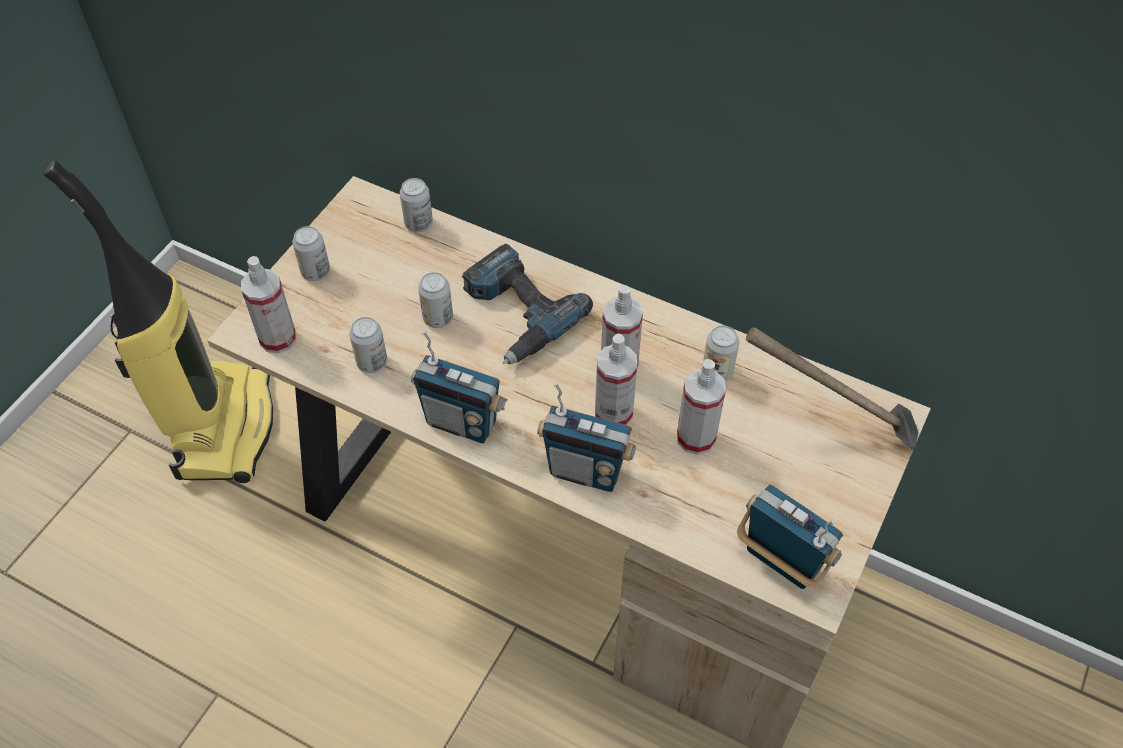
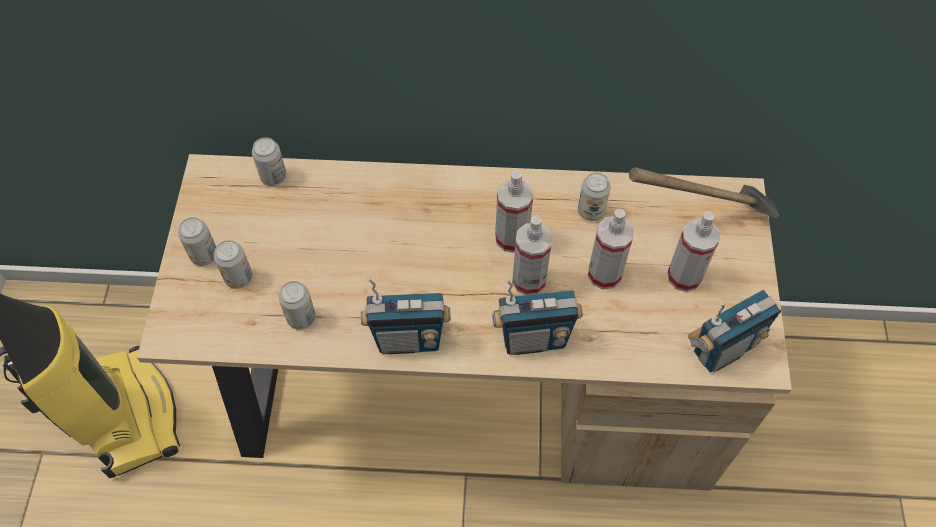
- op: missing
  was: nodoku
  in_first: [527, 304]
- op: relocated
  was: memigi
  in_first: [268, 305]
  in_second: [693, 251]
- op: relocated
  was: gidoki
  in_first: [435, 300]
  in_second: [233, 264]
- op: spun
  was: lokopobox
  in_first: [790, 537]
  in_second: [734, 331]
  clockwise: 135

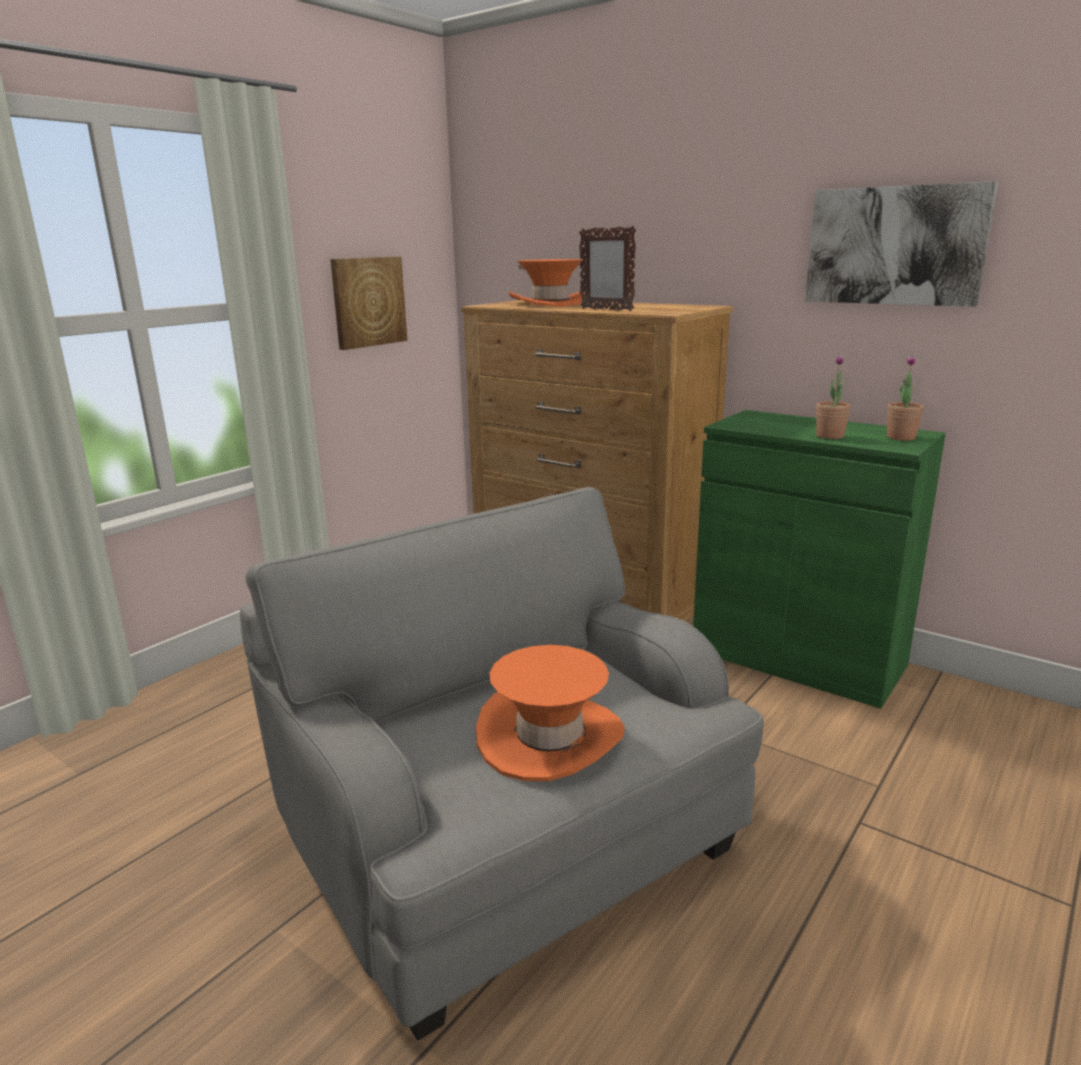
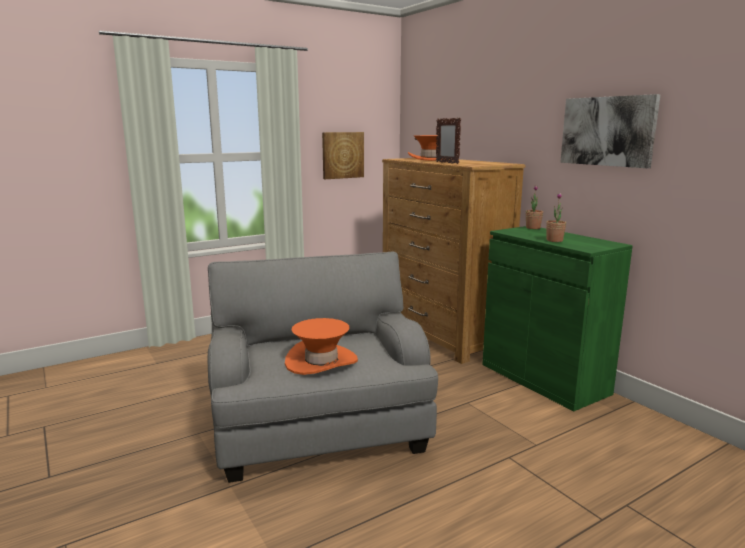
- op: relocated
  was: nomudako
  in_first: [905, 398]
  in_second: [534, 207]

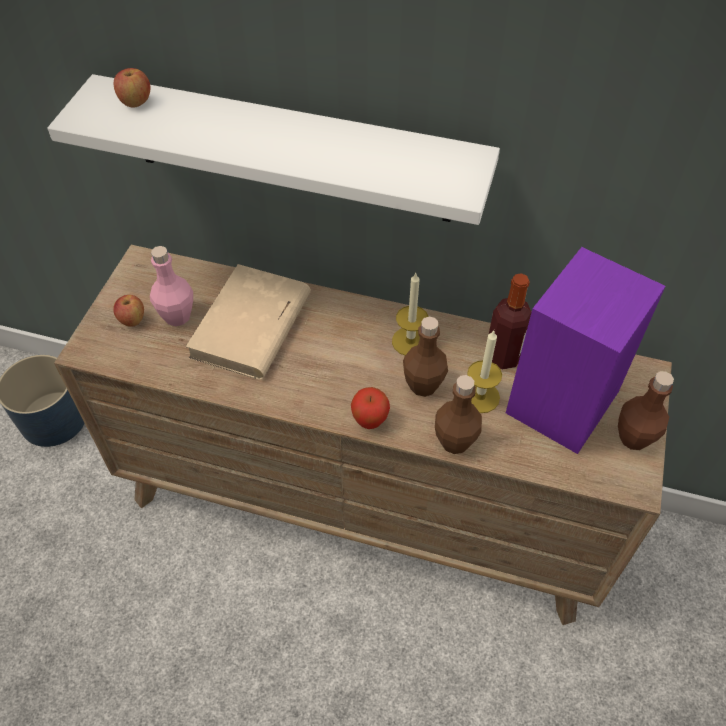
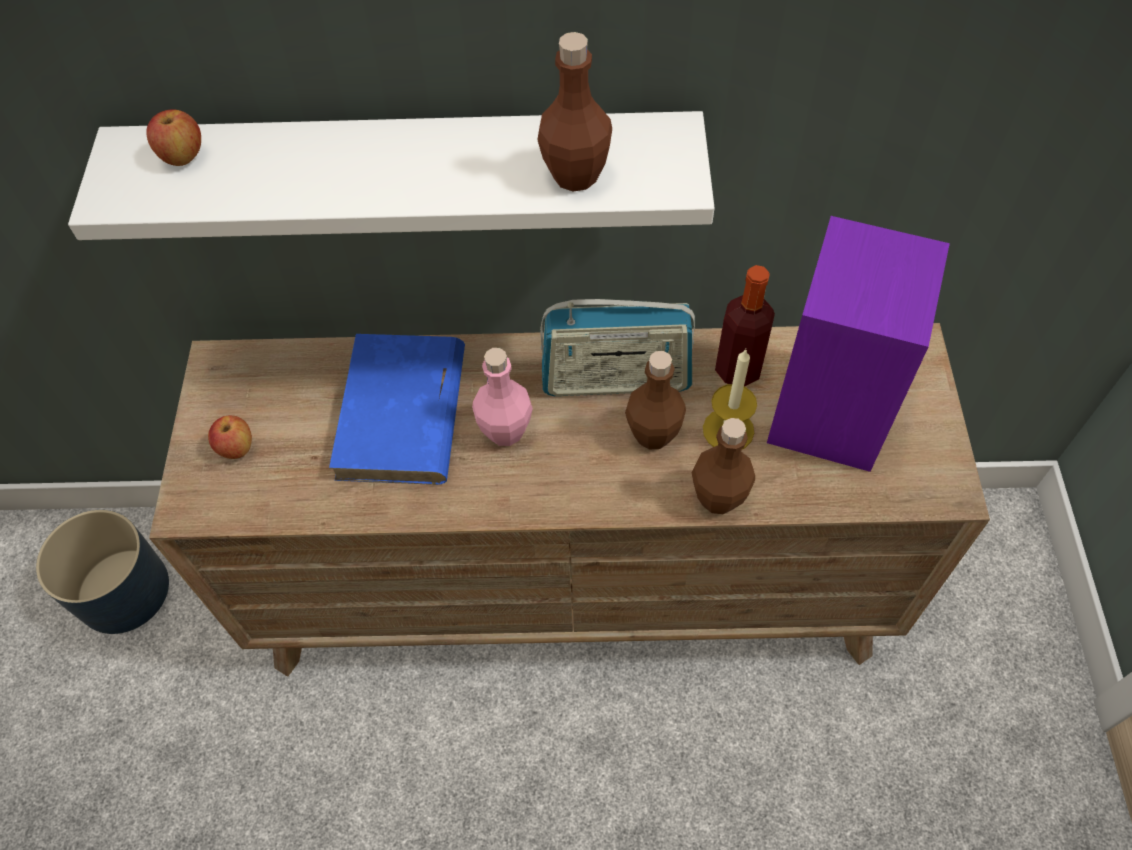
- op: relocated
  was: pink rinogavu
  in_first: [171, 286]
  in_second: [502, 397]
- op: colour
  was: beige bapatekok
  now: blue bapatekok
  in_first: [248, 322]
  in_second: [397, 409]
- op: exchanged
  was: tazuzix
  now: lokopobox
  in_first: [410, 314]
  in_second: [617, 347]
- op: relocated
  was: brown rinogavu
  in_first: [646, 410]
  in_second: [574, 112]
- op: missing
  was: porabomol
  in_first: [370, 408]

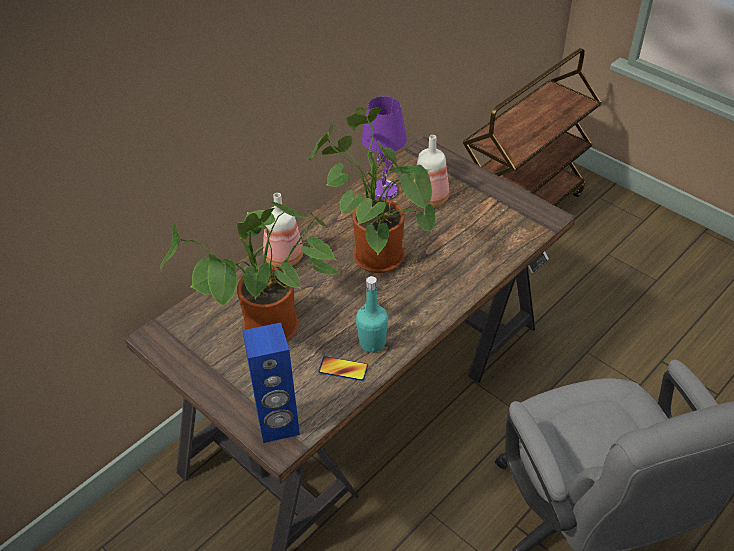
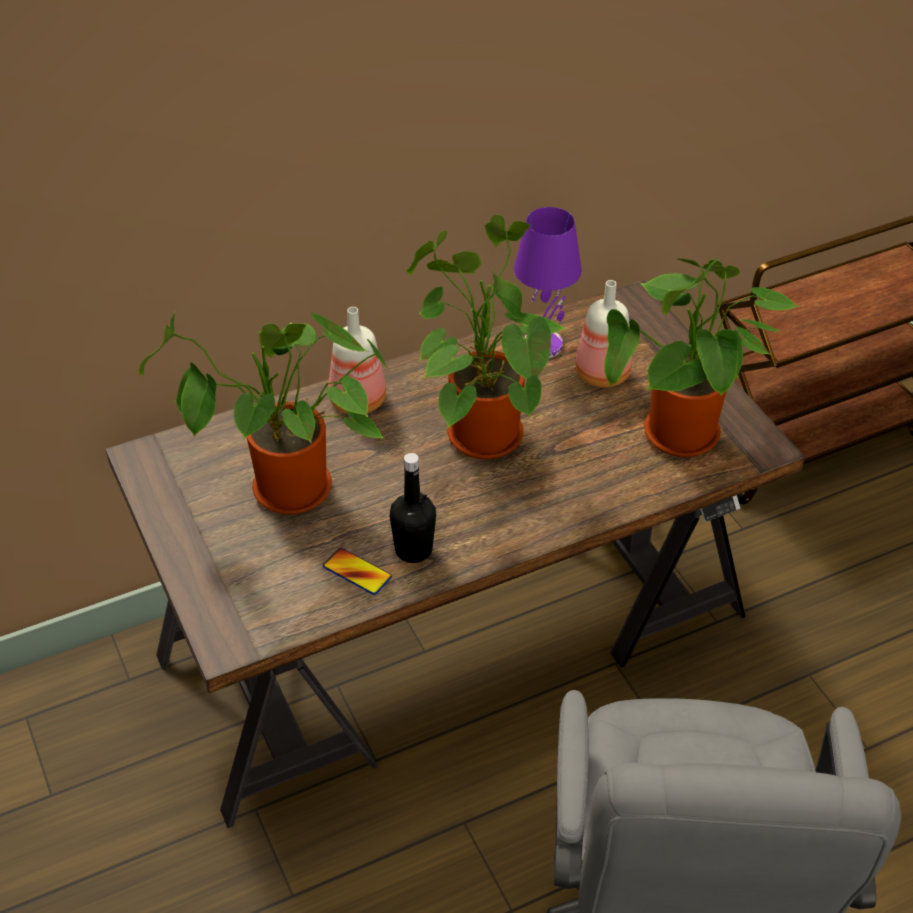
- op: colour
  was: turquoise rinogavu
  now: black rinogavu
  in_first: [372, 314]
  in_second: [412, 508]
- op: missing
  was: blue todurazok
  in_first: [271, 382]
- op: appeared
  now: nomudako
  in_second: [702, 357]

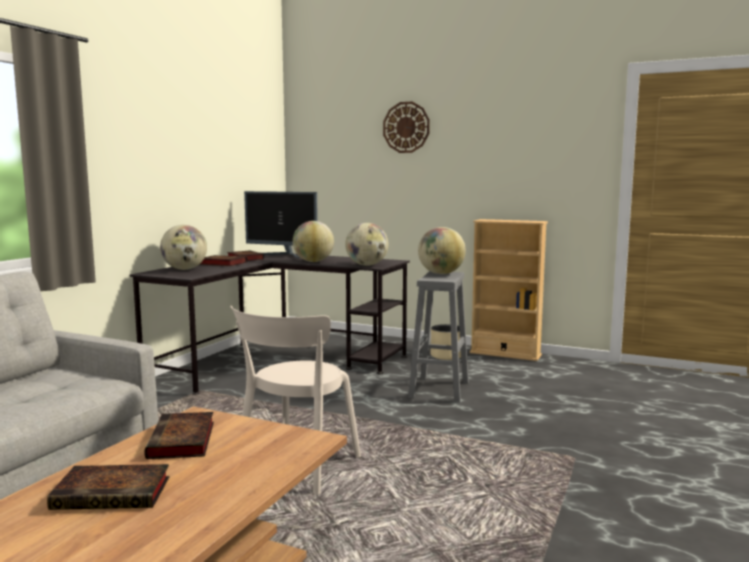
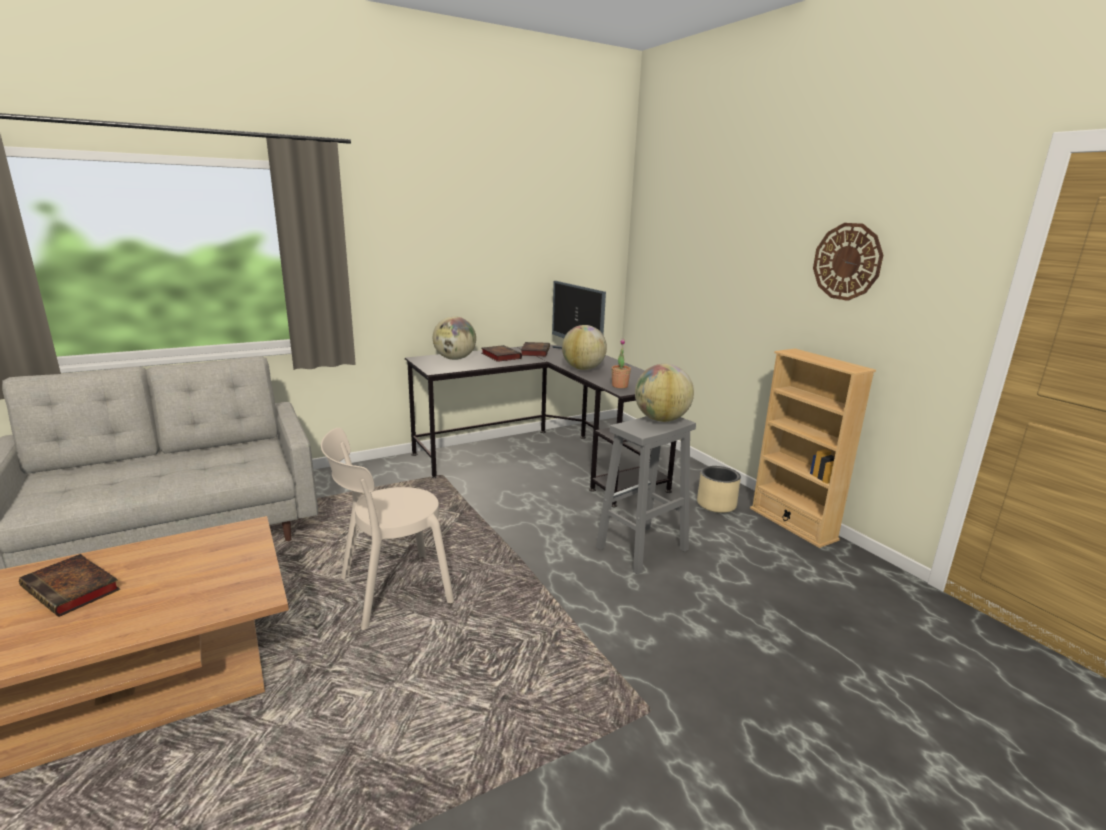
- op: relocated
  was: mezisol
  in_first: [406, 127]
  in_second: [848, 262]
- op: exchanged
  was: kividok
  now: nomudako
  in_first: [366, 244]
  in_second: [621, 363]
- op: missing
  was: bapatekok
  in_first: [179, 435]

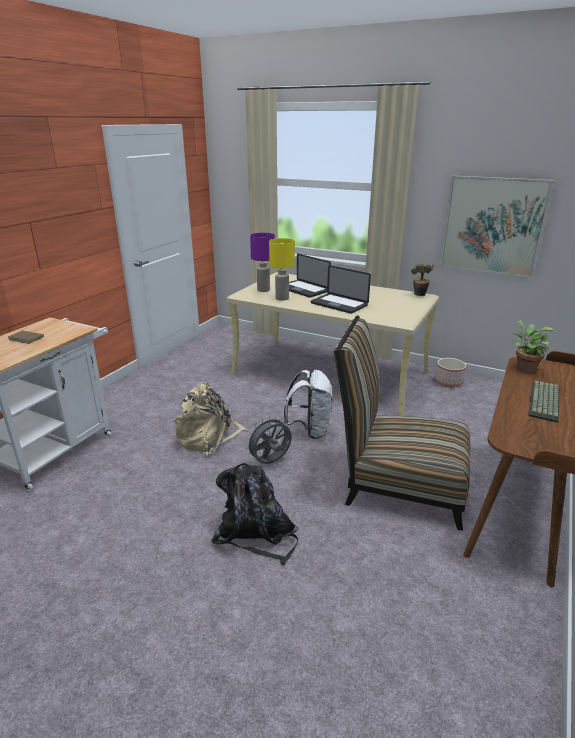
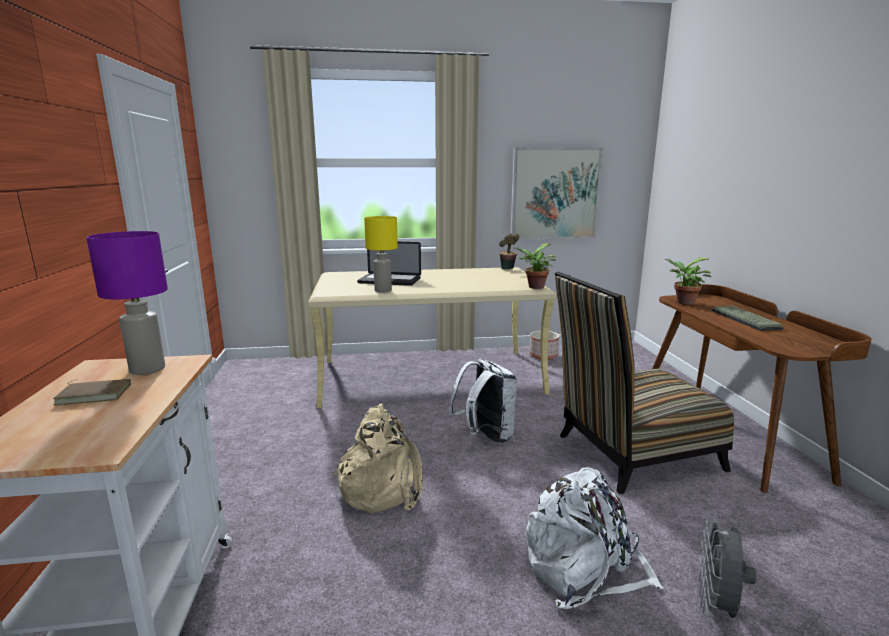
- op: relocated
  was: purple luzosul
  in_first: [262, 262]
  in_second: [127, 303]
- op: missing
  was: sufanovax
  in_first: [341, 289]
- op: relocated
  was: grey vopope
  in_first: [268, 440]
  in_second: [728, 567]
- op: colour
  was: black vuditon
  now: white vuditon
  in_first: [255, 514]
  in_second: [595, 538]
- op: appeared
  now: nomudako
  in_second: [536, 266]

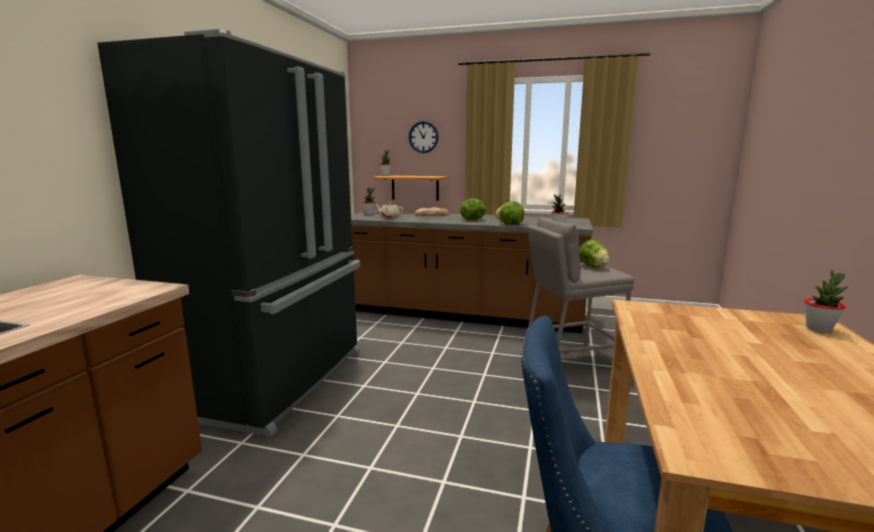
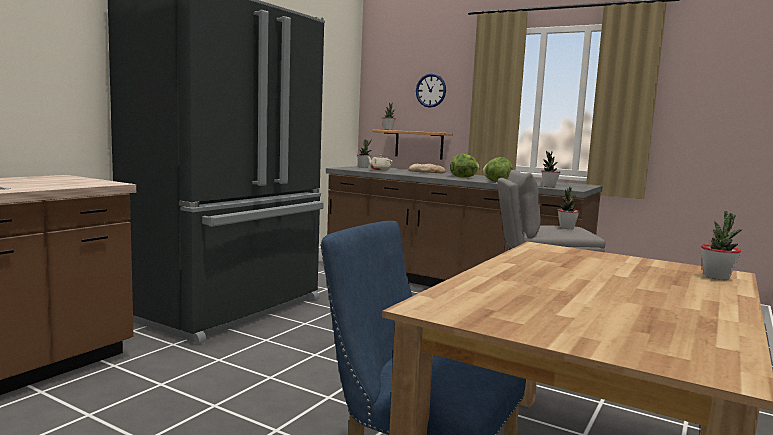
- op: exchanged
  was: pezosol
  now: nomudako
  in_first: [594, 253]
  in_second: [569, 208]

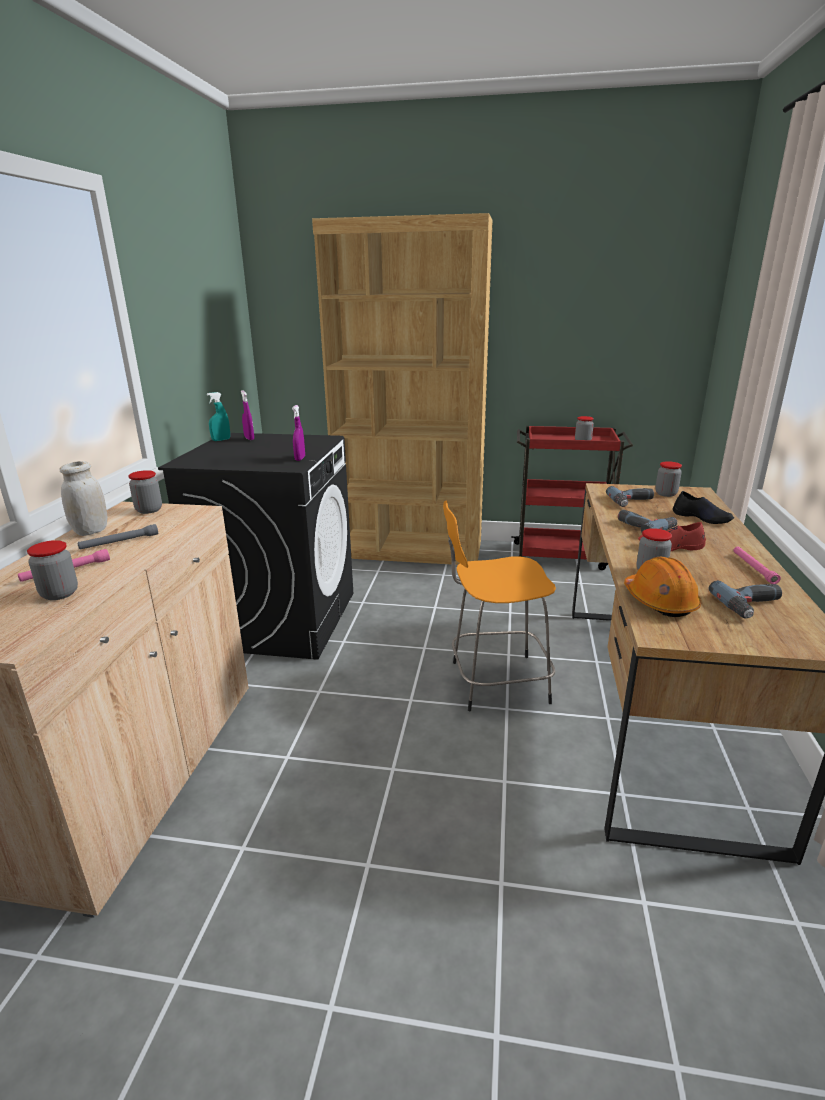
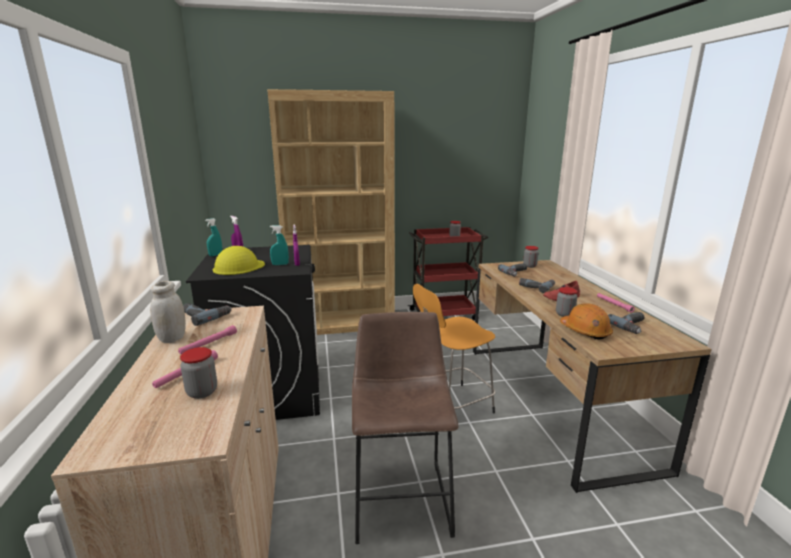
- op: exchanged
  was: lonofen
  now: nodoku
  in_first: [145, 492]
  in_second: [207, 314]
- op: missing
  was: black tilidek
  in_first: [703, 507]
- op: colour
  was: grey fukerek
  now: pink fukerek
  in_first: [118, 537]
  in_second: [207, 339]
- op: appeared
  now: turquoise memigi
  in_second: [279, 245]
- op: appeared
  now: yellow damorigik
  in_second: [239, 260]
- op: appeared
  now: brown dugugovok
  in_second: [405, 428]

